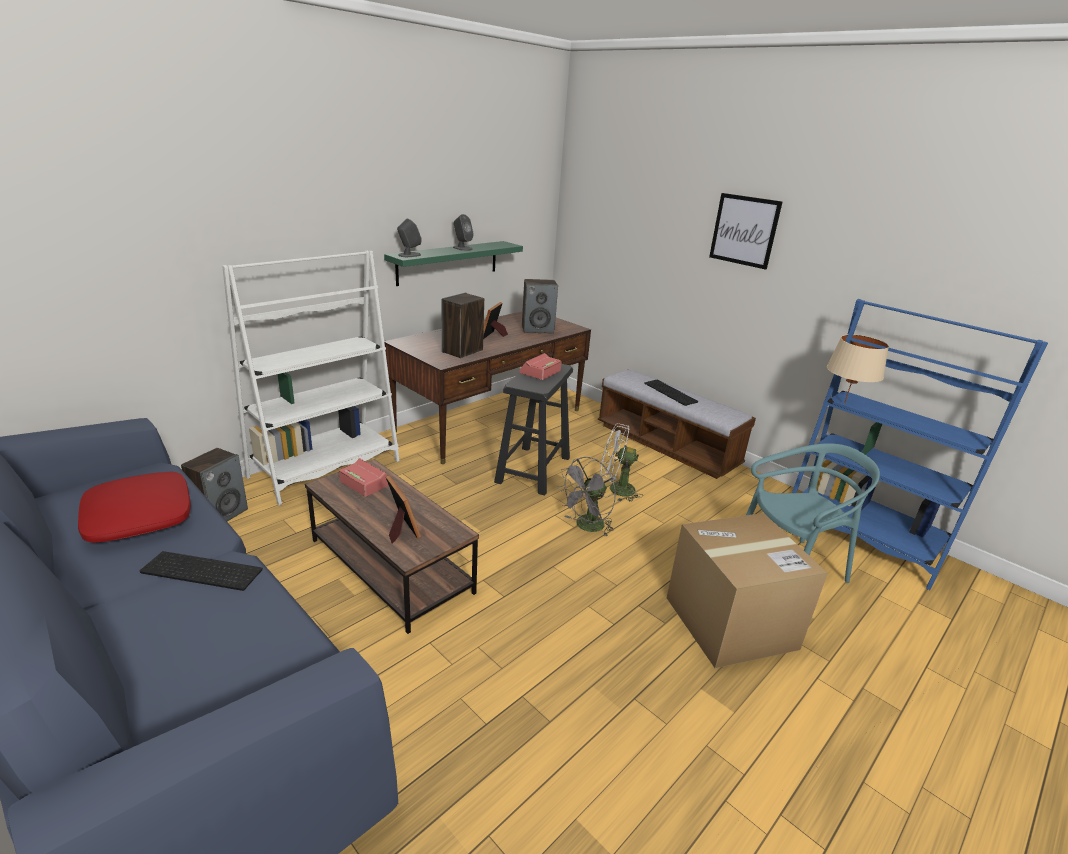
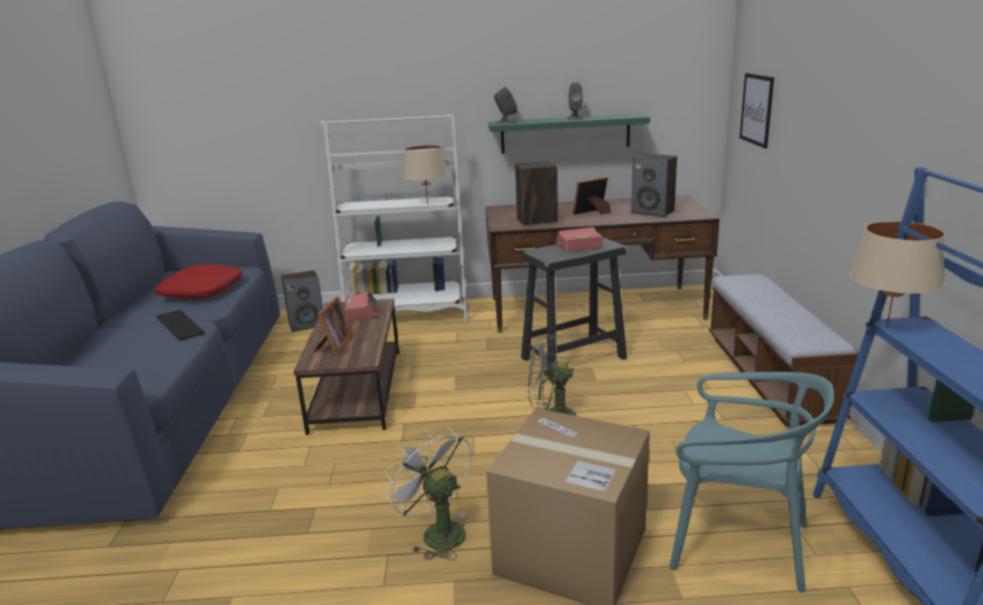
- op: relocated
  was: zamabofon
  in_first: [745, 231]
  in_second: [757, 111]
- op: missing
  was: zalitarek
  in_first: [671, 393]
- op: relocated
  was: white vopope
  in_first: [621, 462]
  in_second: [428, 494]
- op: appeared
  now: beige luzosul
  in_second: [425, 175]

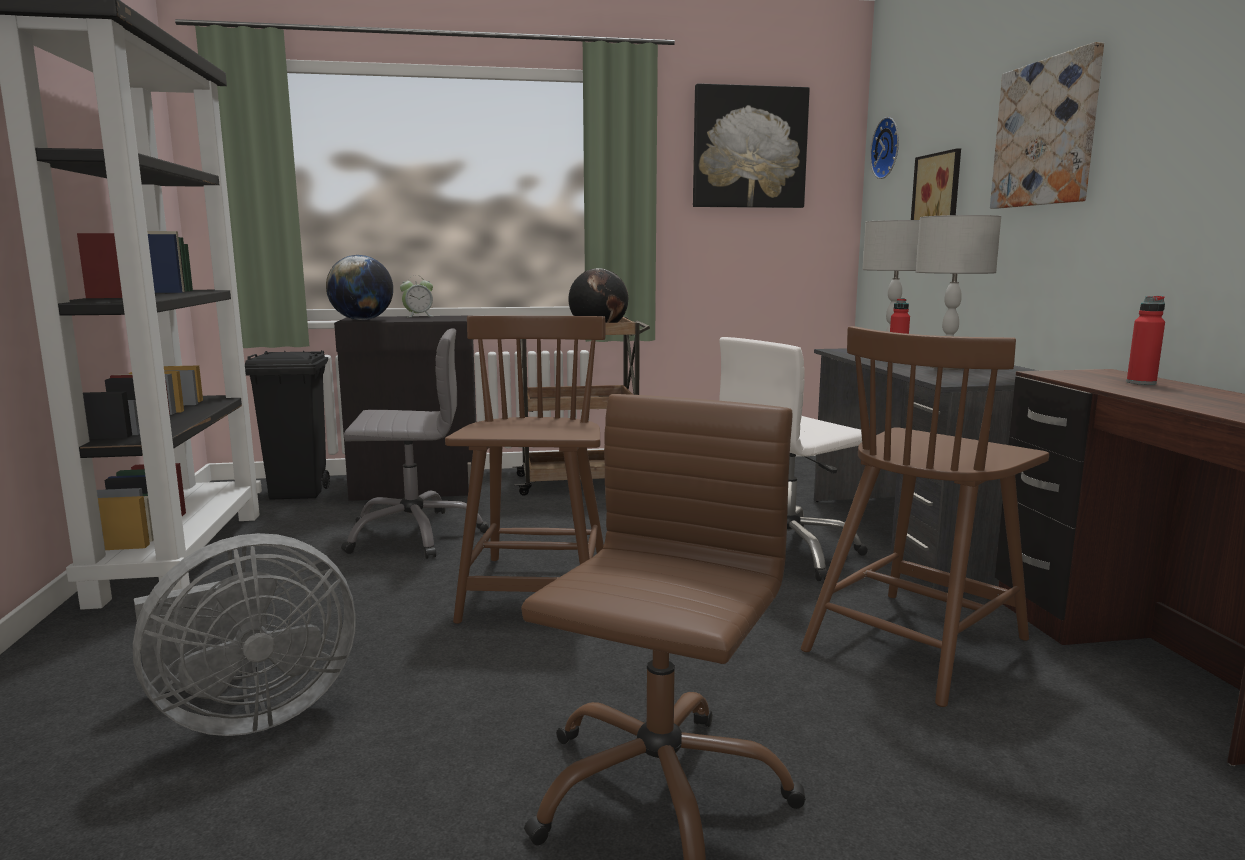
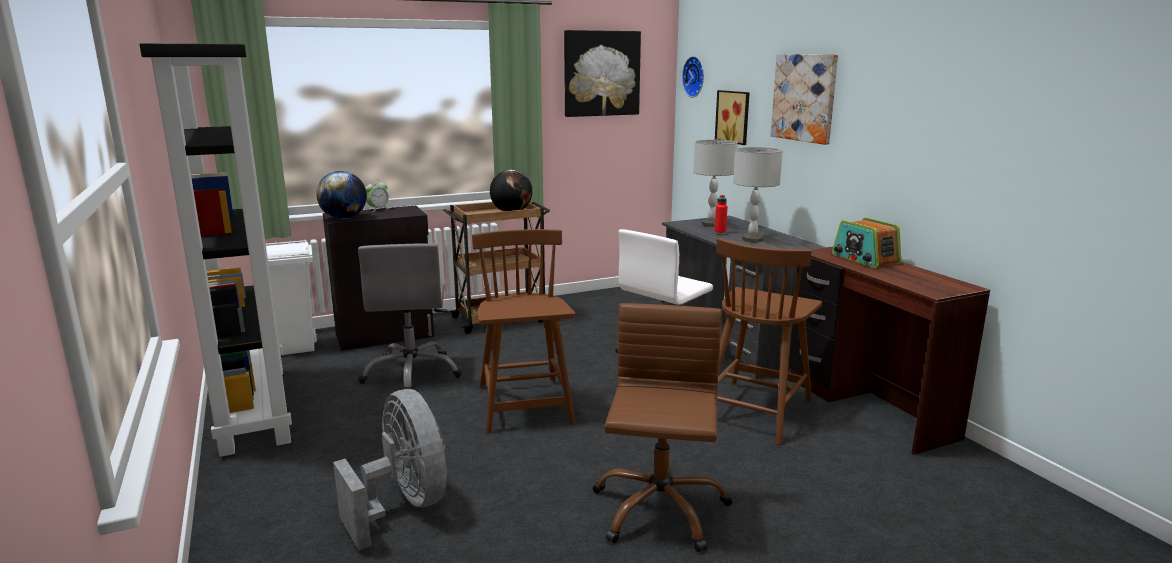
- op: exchanged
  was: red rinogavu
  now: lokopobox
  in_first: [1146, 340]
  in_second: [866, 242]
- op: spun
  was: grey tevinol
  in_first: [415, 444]
  in_second: [410, 316]
  clockwise: 105
- op: colour
  was: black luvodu
  now: white luvodu
  in_first: [287, 425]
  in_second: [291, 297]
- op: spun
  was: grey vopope
  in_first: [244, 634]
  in_second: [390, 469]
  clockwise: -75

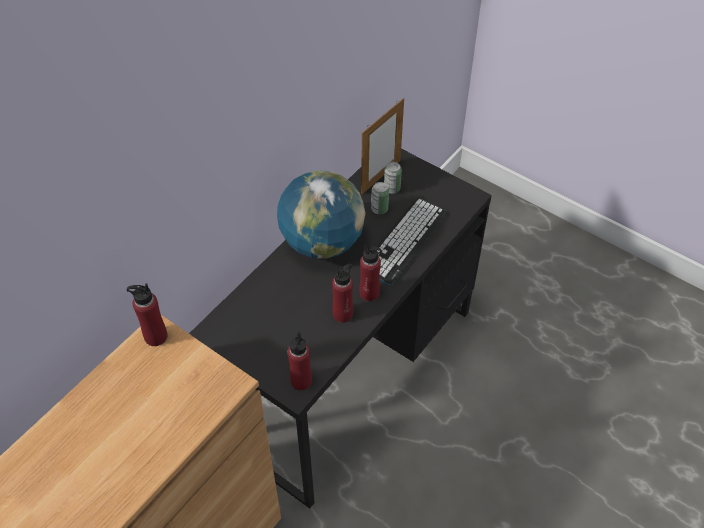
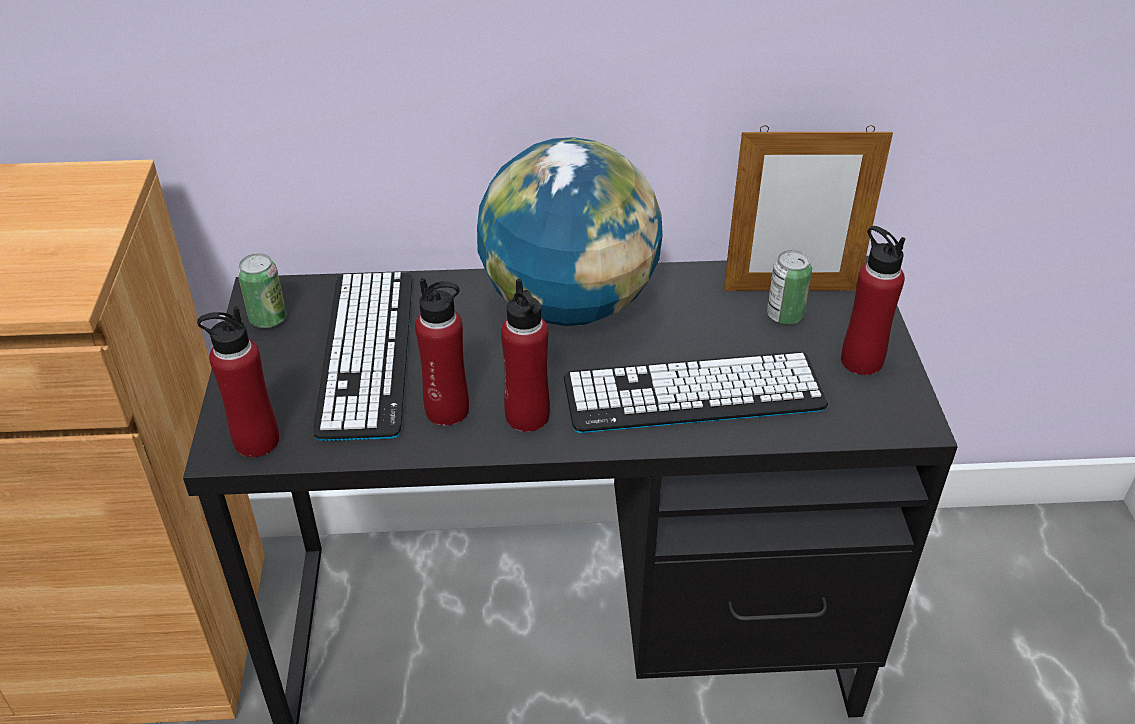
- op: relocated
  was: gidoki
  in_first: [380, 198]
  in_second: [262, 290]
- op: relocated
  was: red rinogavu
  in_first: [147, 315]
  in_second: [873, 300]
- op: appeared
  now: zalitarek
  in_second: [362, 356]

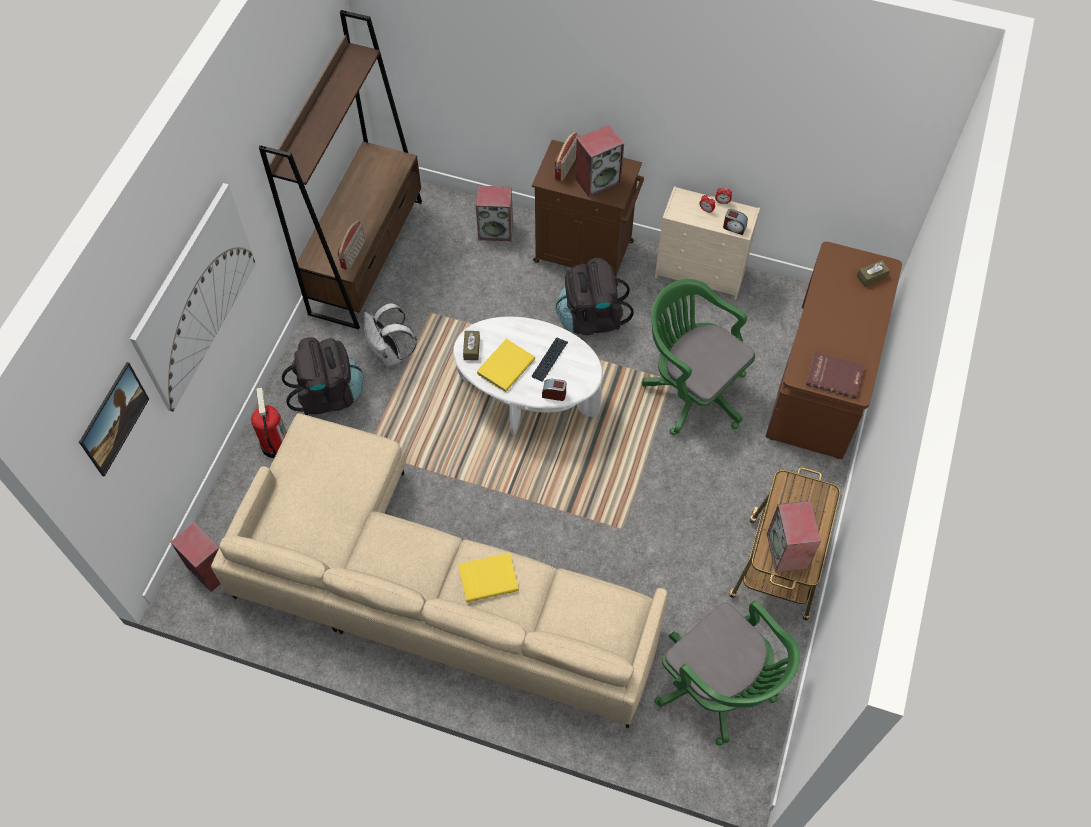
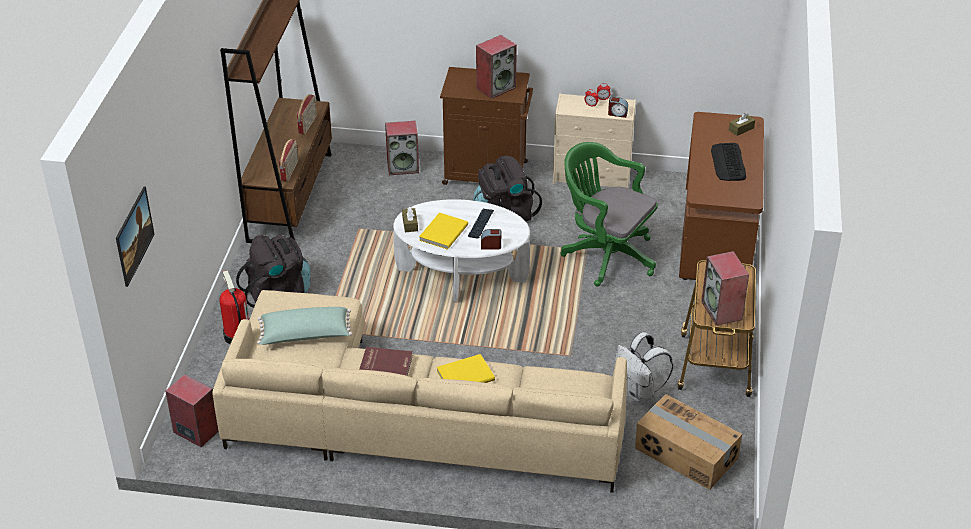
- op: relocated
  was: lokopobox
  in_first: [567, 156]
  in_second: [307, 114]
- op: missing
  was: zamabofon
  in_first: [193, 297]
- op: relocated
  was: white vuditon
  in_first: [390, 335]
  in_second: [644, 367]
- op: relocated
  was: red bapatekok
  in_first: [835, 375]
  in_second: [386, 361]
- op: exchanged
  was: green tevinol
  now: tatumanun
  in_first: [727, 673]
  in_second: [688, 442]
- op: appeared
  now: zalitarek
  in_second: [728, 162]
- op: appeared
  now: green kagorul
  in_second: [304, 326]

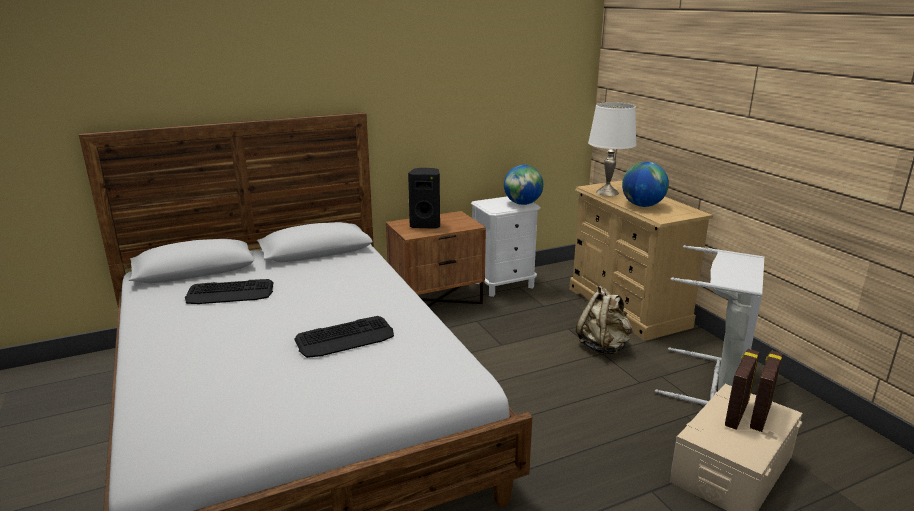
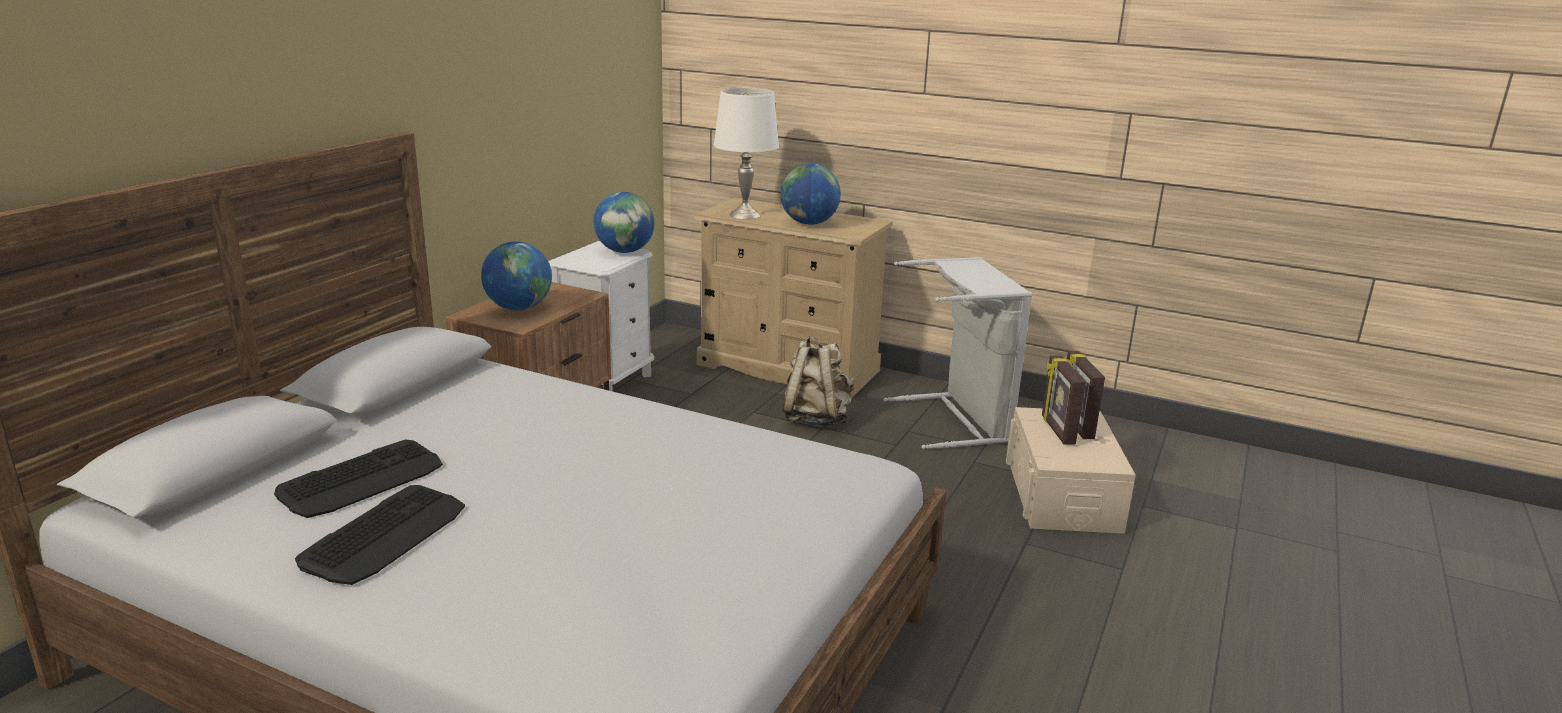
- op: exchanged
  was: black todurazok
  now: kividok
  in_first: [424, 198]
  in_second: [516, 275]
- op: relocated
  was: zalitarek
  in_first: [344, 337]
  in_second: [380, 535]

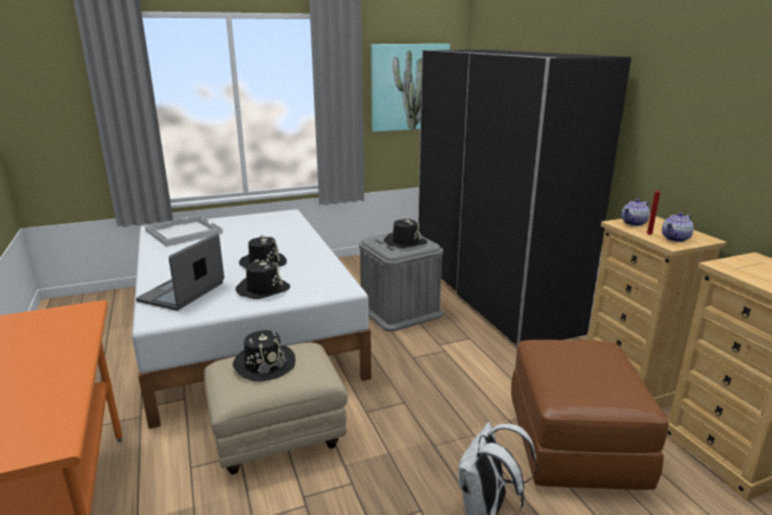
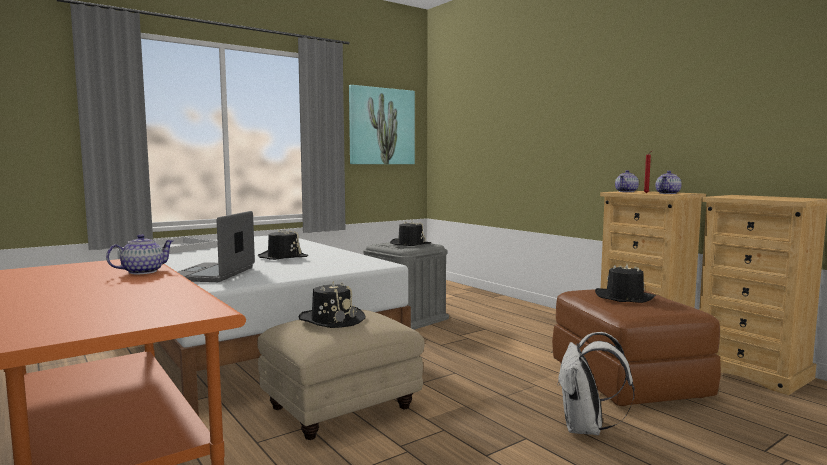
- op: missing
  was: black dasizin
  in_first: [524, 198]
- op: relocated
  was: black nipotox
  in_first: [262, 279]
  in_second: [625, 283]
- op: appeared
  now: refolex
  in_second: [140, 254]

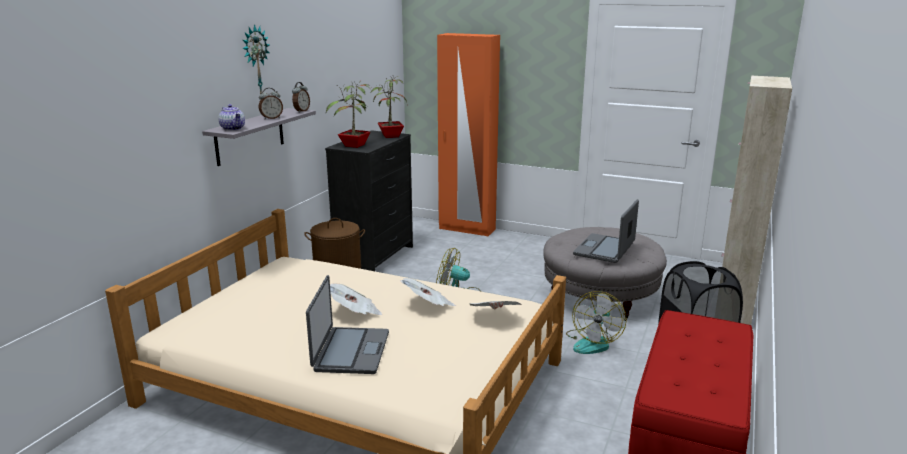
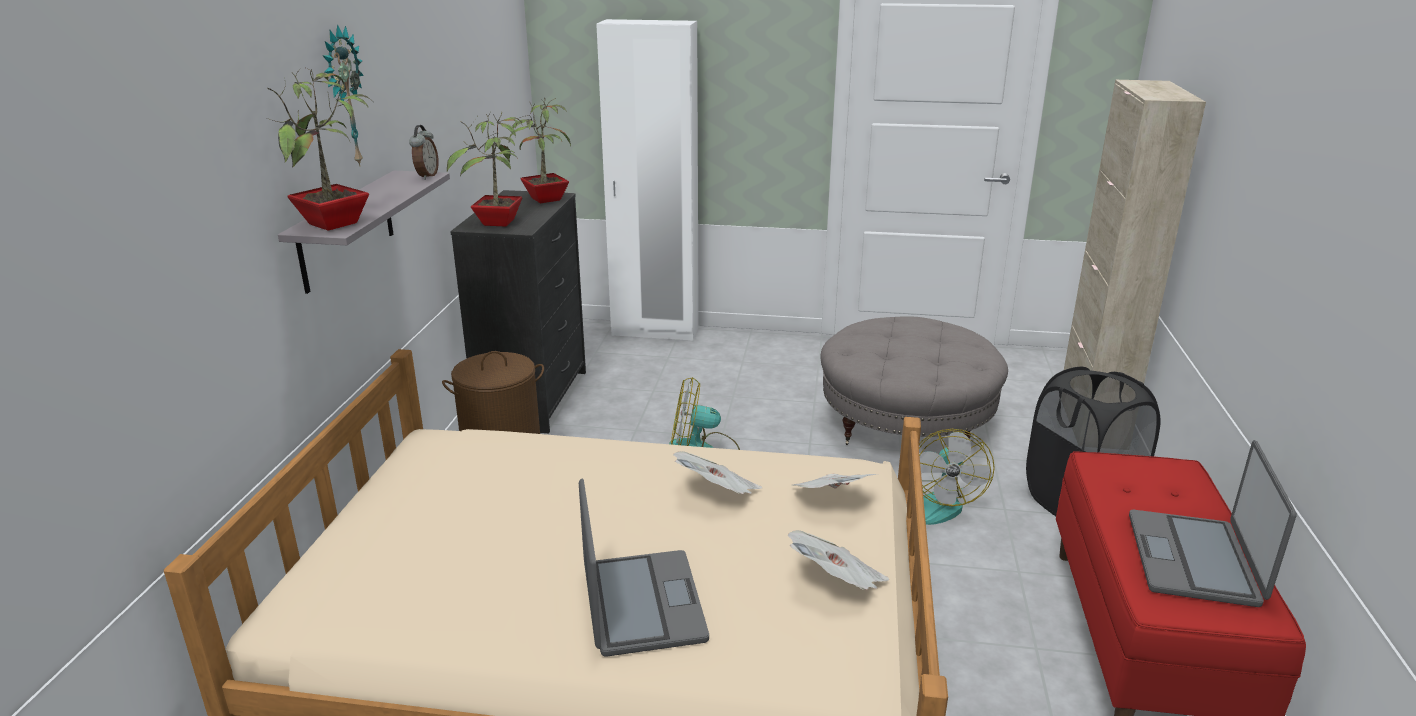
- op: colour
  was: orange dasizin
  now: white dasizin
  in_first: [468, 135]
  in_second: [647, 180]
- op: missing
  was: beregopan
  in_first: [271, 103]
- op: exchanged
  was: refolex
  now: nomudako
  in_first: [231, 117]
  in_second: [319, 149]
- op: relocated
  was: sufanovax
  in_first: [606, 231]
  in_second: [1213, 523]
- op: relocated
  was: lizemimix
  in_first: [356, 299]
  in_second: [838, 560]

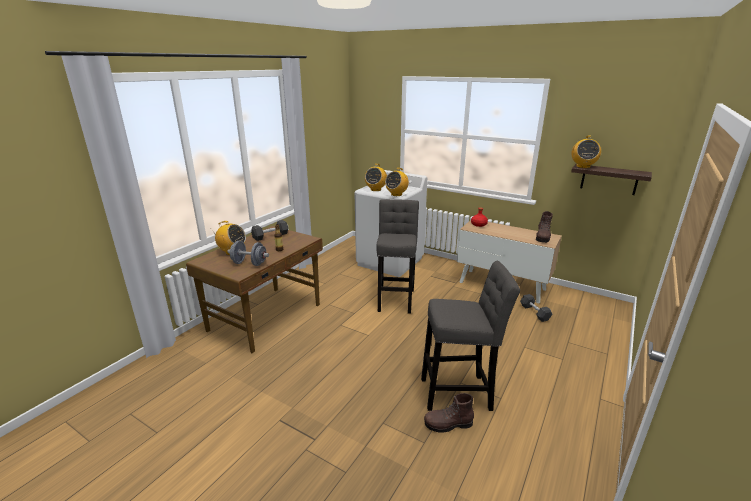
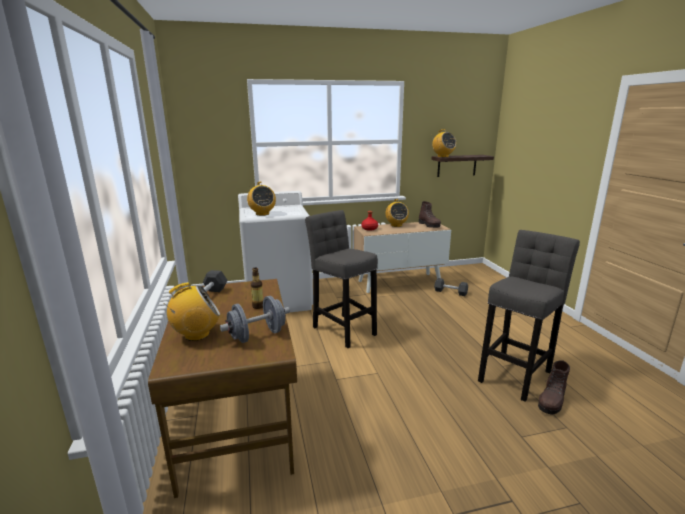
- op: relocated
  was: lokopobox
  in_first: [397, 182]
  in_second: [397, 213]

